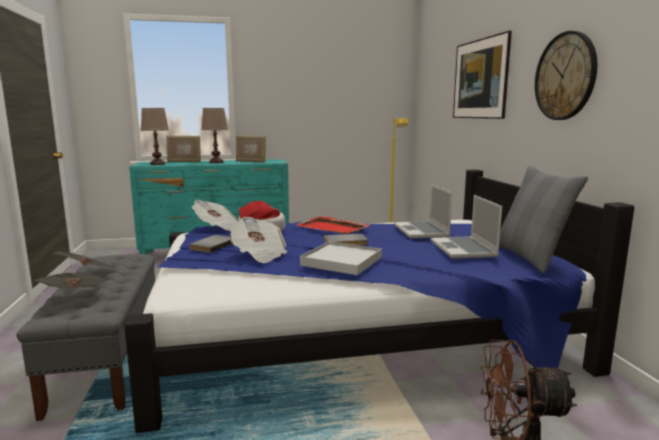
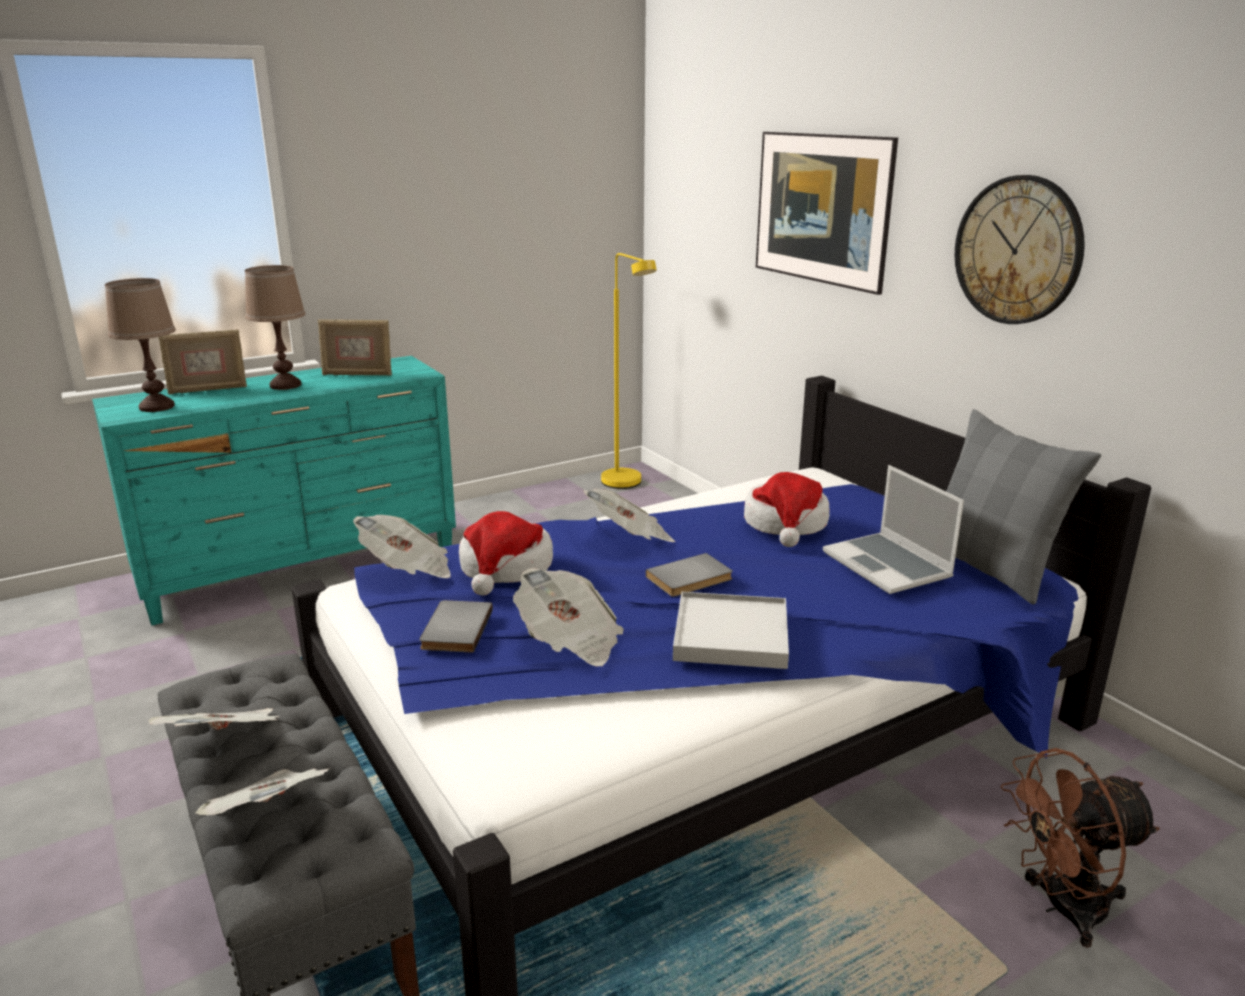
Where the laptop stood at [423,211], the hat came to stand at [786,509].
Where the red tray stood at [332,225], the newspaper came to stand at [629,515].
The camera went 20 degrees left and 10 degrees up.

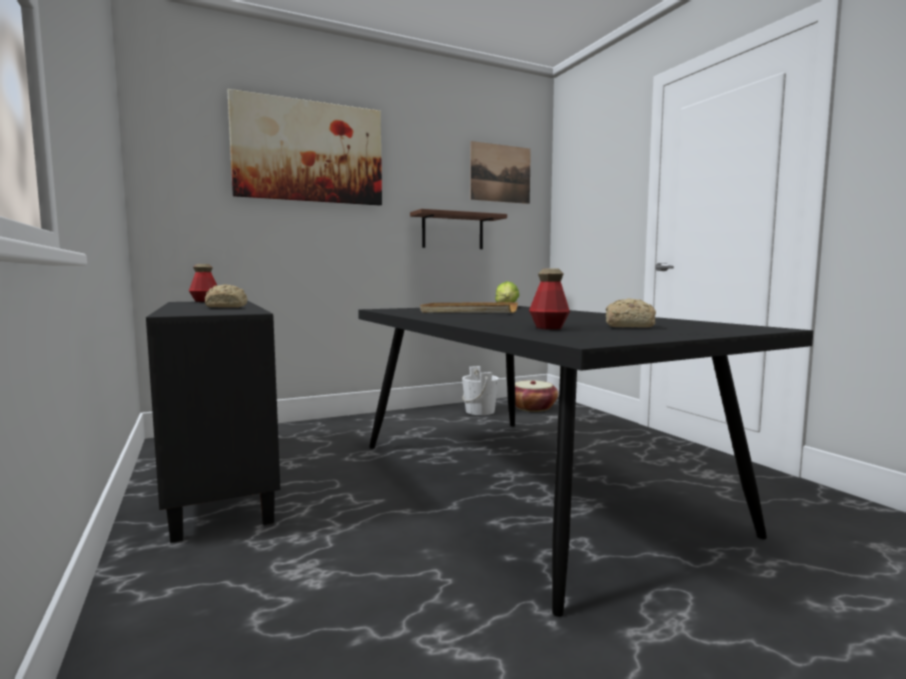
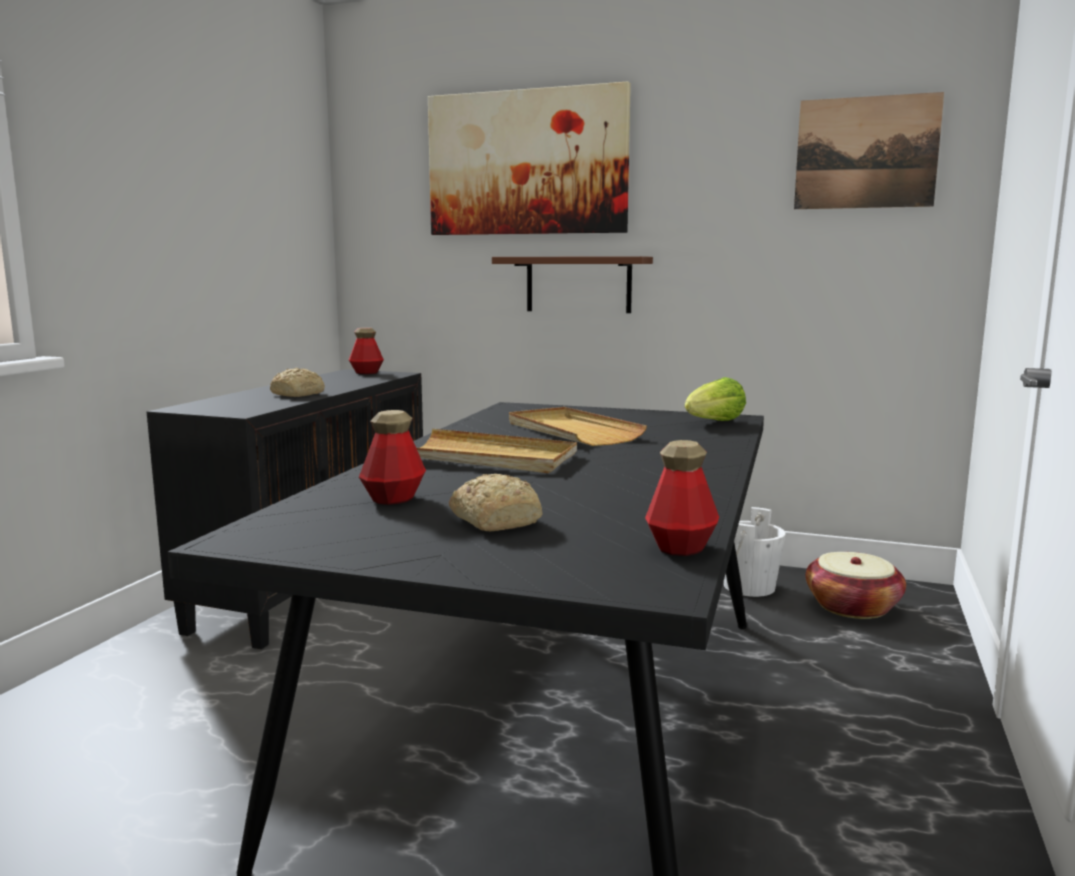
The brown shelf ended up elsewhere, having gone from [458,229] to [572,284].
The second view gained the beige tray at [497,451].
The second view gained the bottle at [682,498].
The camera went 45 degrees right and 5 degrees up.

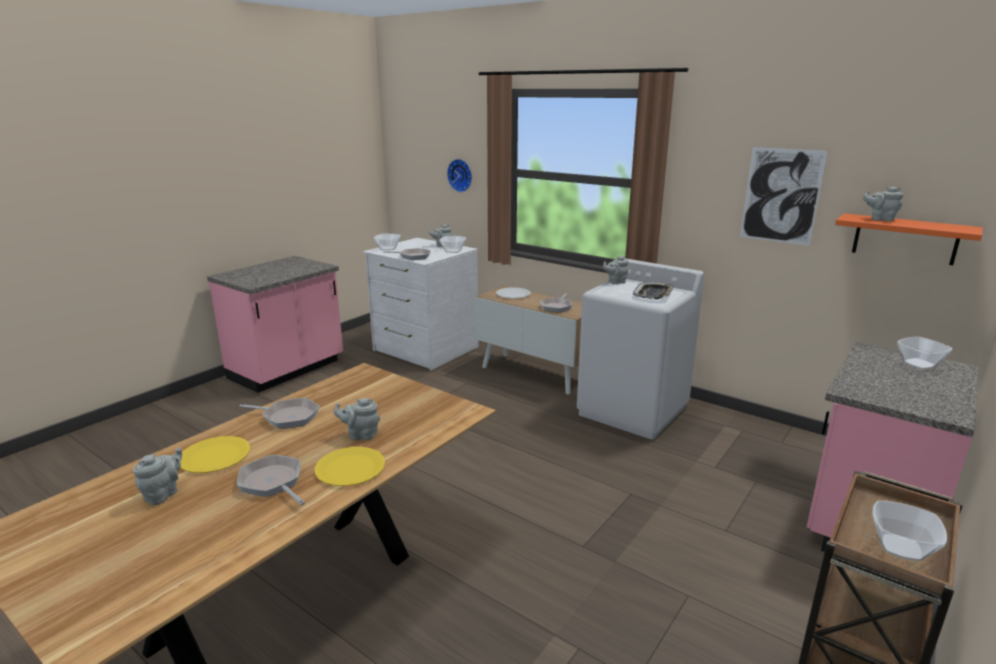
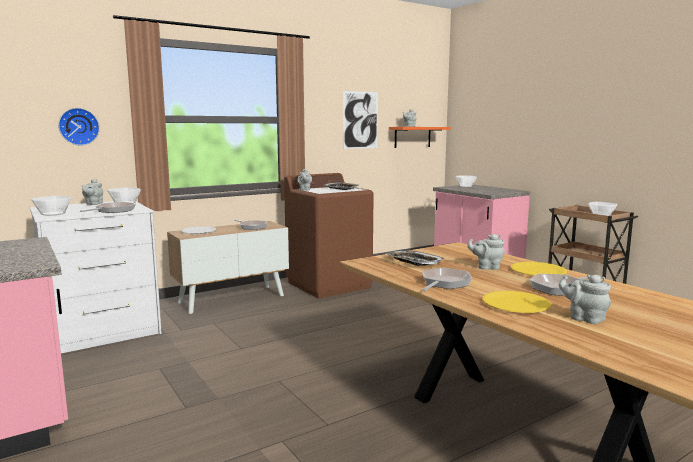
What was the white washing machine at [640,349] turned into the brown washing machine at [329,235].
The grey teapot at [357,419] ended up facing another way, 75 degrees clockwise from before.
The second view gained the tray at [415,258].
The camera went 70 degrees left and 10 degrees down.

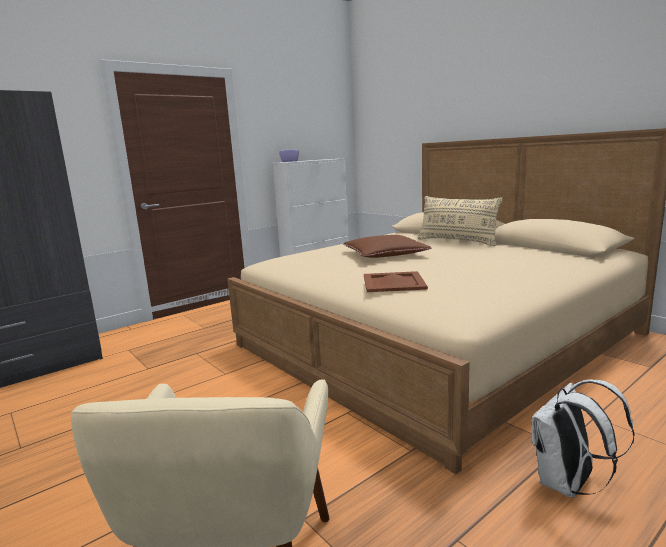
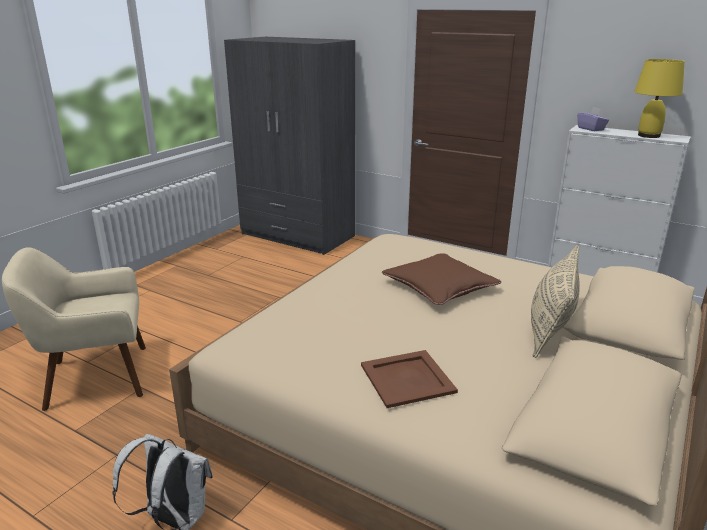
The brown tray ended up elsewhere, having gone from [396,281] to [409,379].
The second view gained the yellow table lamp at [659,98].
The camera went 70 degrees right and 10 degrees up.

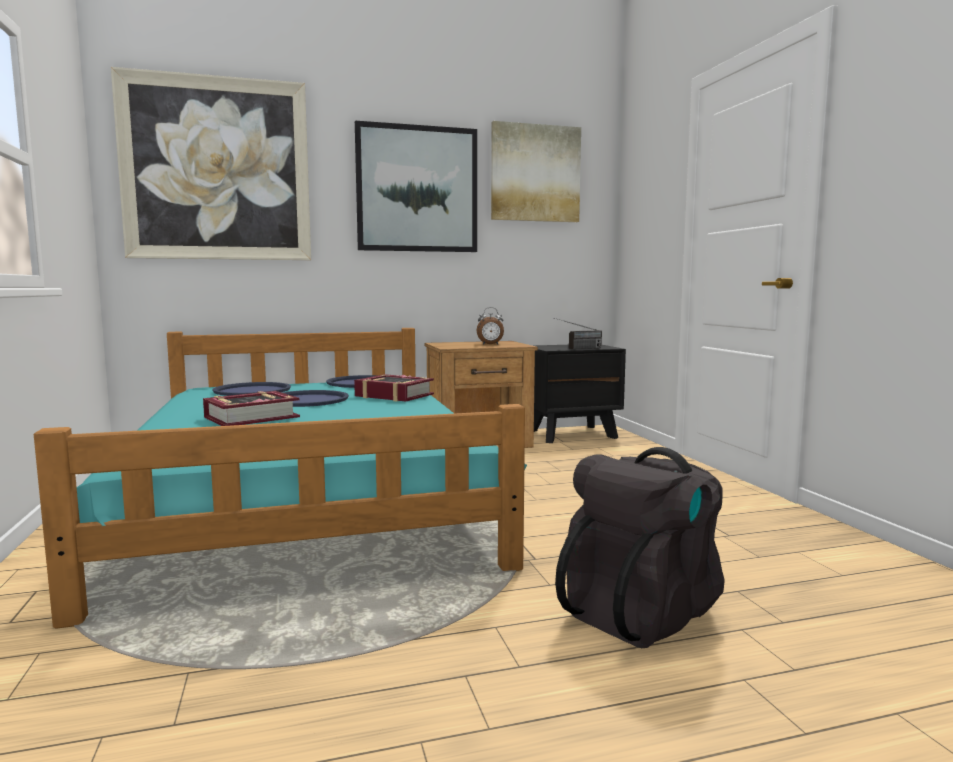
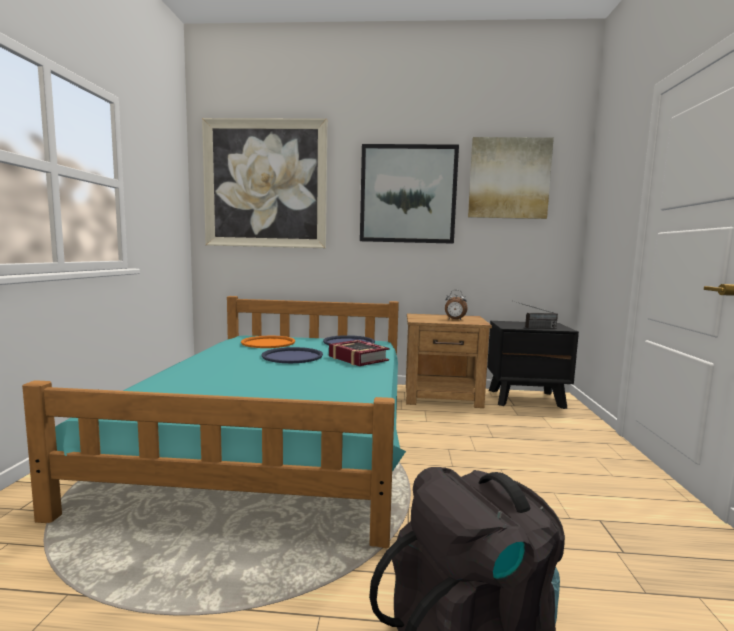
What was the blue tray at [252,389] turned into the orange tray at [268,342].
The second view lost the book at [251,408].
The camera went 20 degrees right and 0 degrees up.

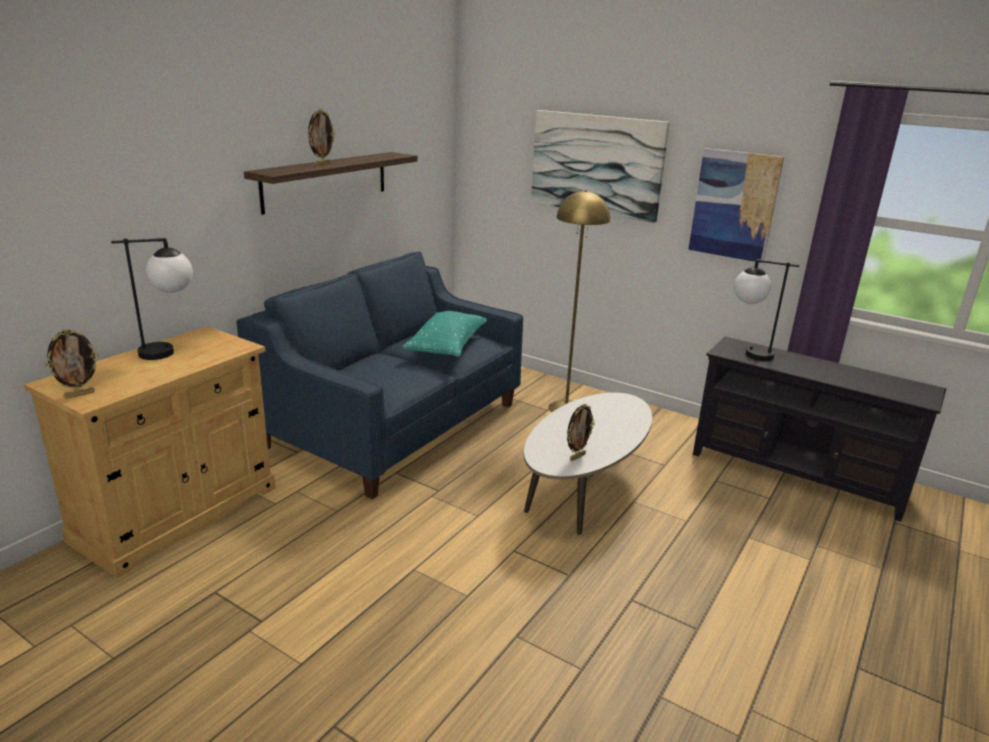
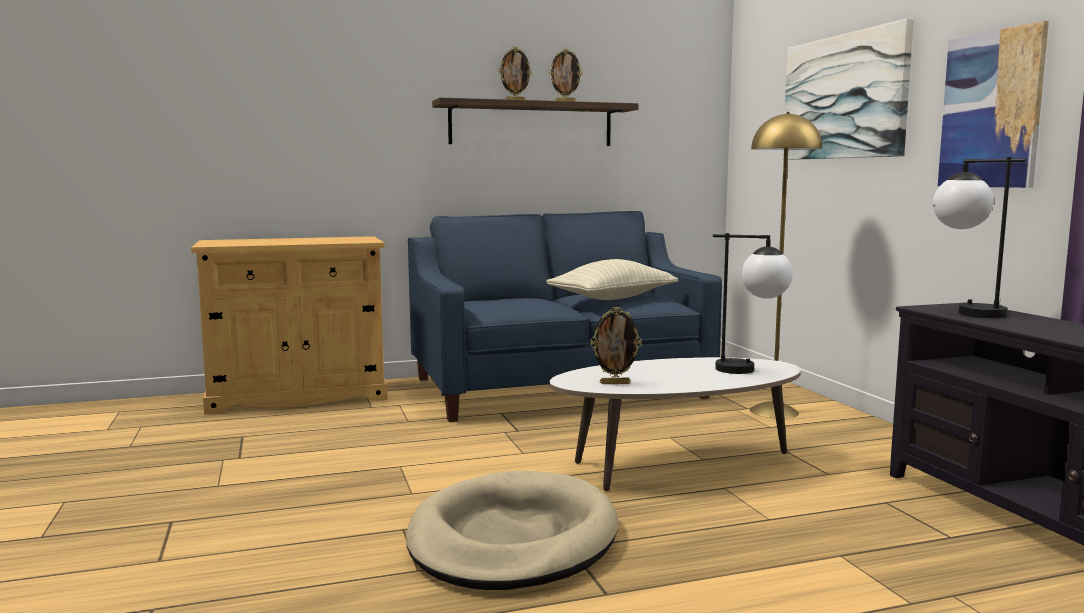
The table lamp ended up elsewhere, having gone from [152,299] to [753,303].
What was the turquoise pillow at [444,334] turned into the beige pillow at [612,279].
The picture frame ended up elsewhere, having gone from [72,363] to [566,74].
The second view gained the beige dog bed at [512,530].
The camera went 40 degrees right and 15 degrees down.

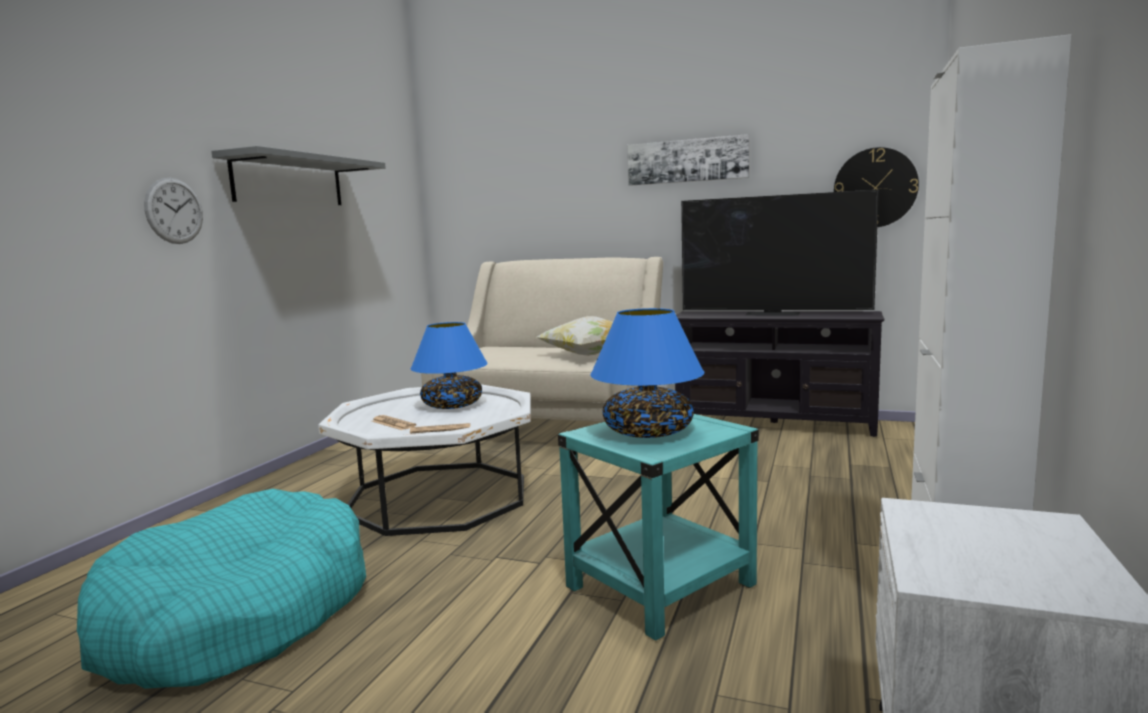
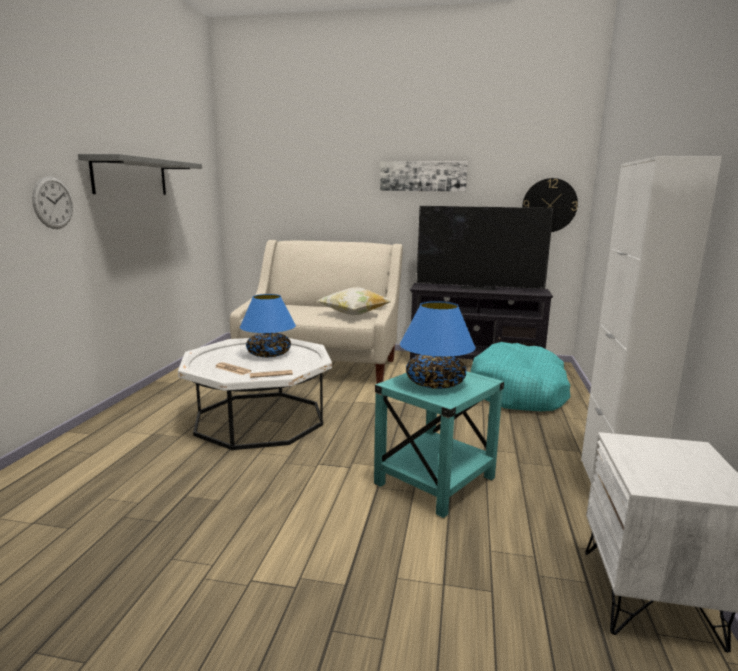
The turquoise dog bed ended up elsewhere, having gone from [221,589] to [521,376].
The camera went 10 degrees left and 5 degrees up.

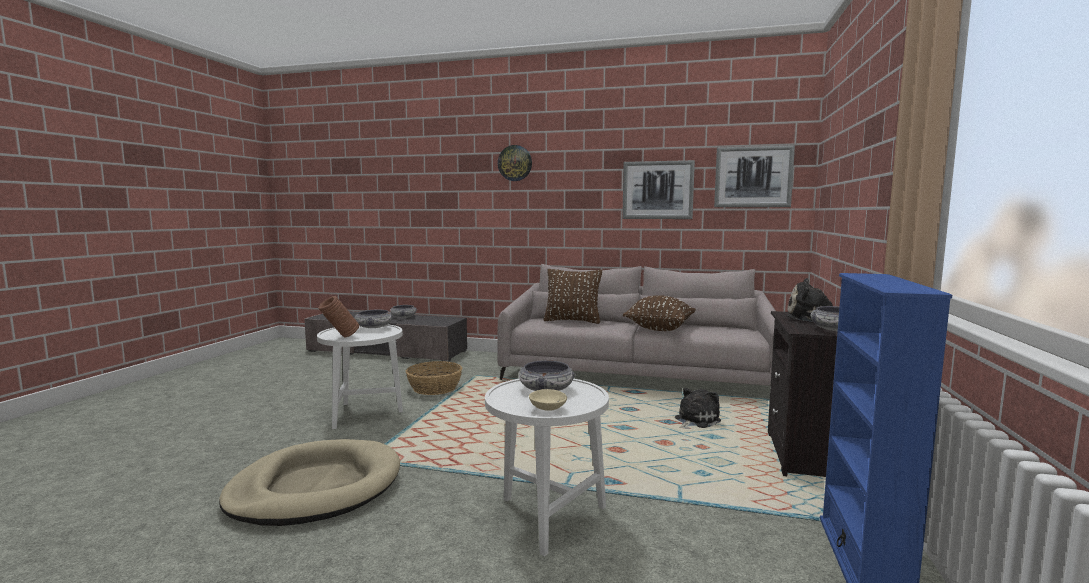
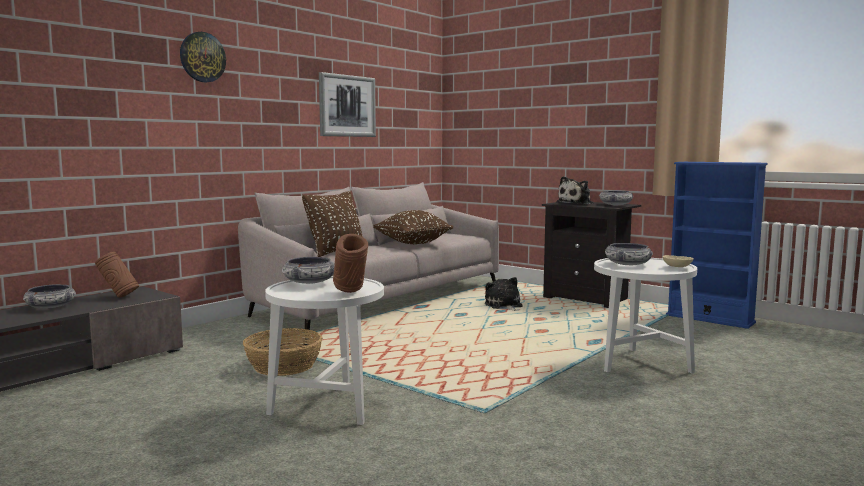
The second view lost the picture at [754,176].
The second view lost the beige dog bed at [309,482].
The second view gained the brown vase at [117,275].
The camera went 65 degrees left and 0 degrees up.

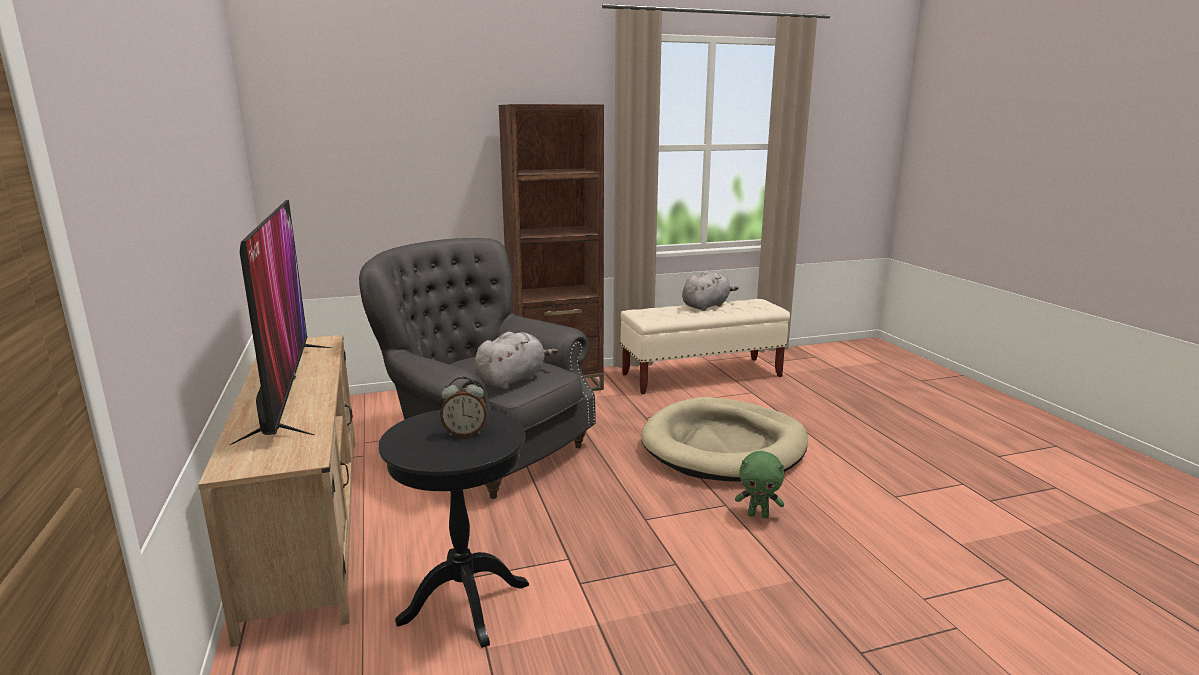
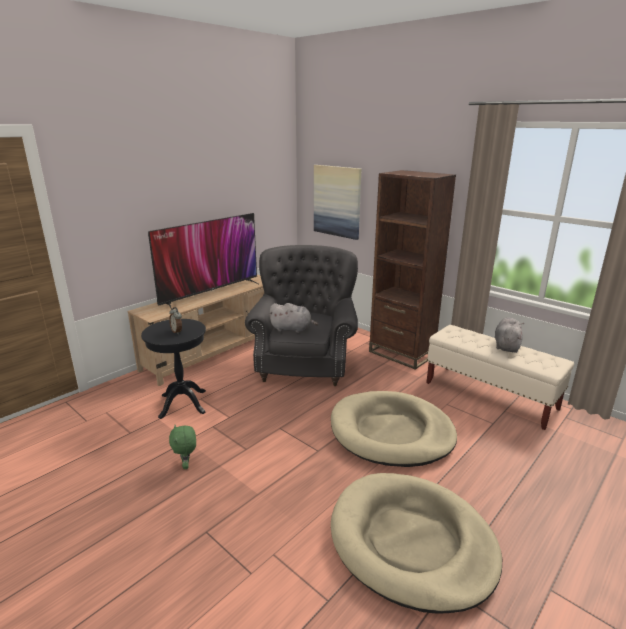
The grey plush toy at [710,290] ended up facing another way, 90 degrees counterclockwise from before.
The green plush toy ended up elsewhere, having gone from [759,484] to [182,447].
The second view gained the picture at [337,202].
The second view gained the beige dog bed at [416,543].
The camera went 60 degrees right and 5 degrees up.

